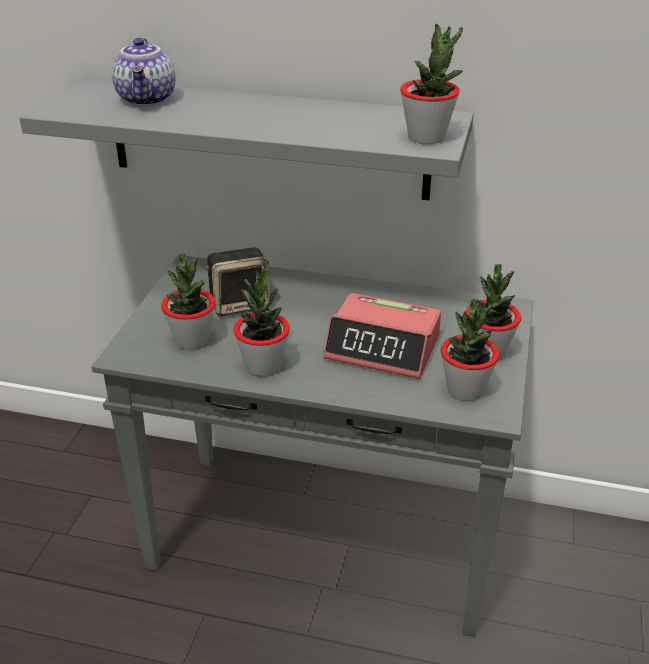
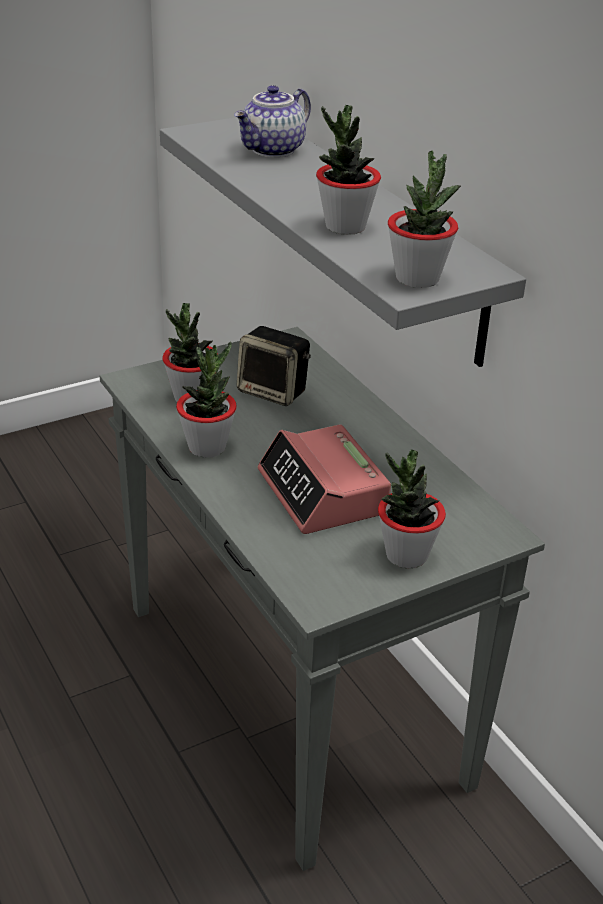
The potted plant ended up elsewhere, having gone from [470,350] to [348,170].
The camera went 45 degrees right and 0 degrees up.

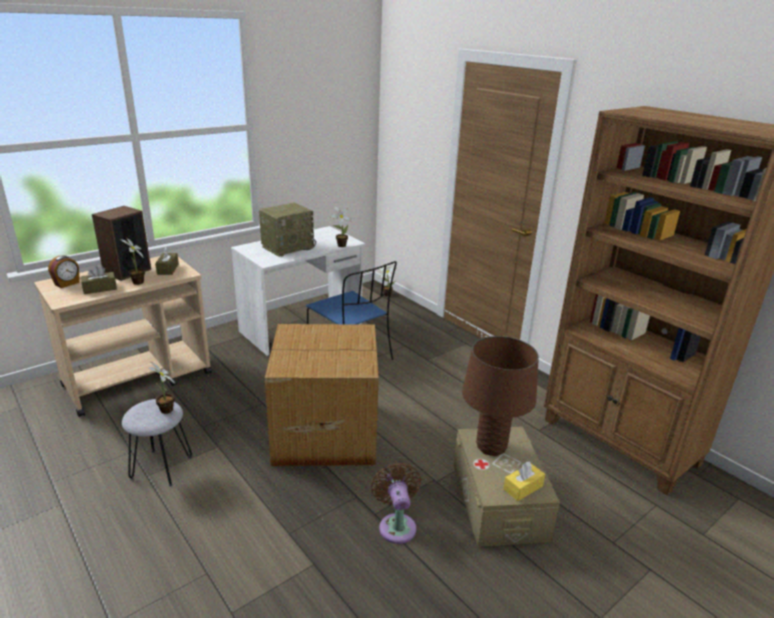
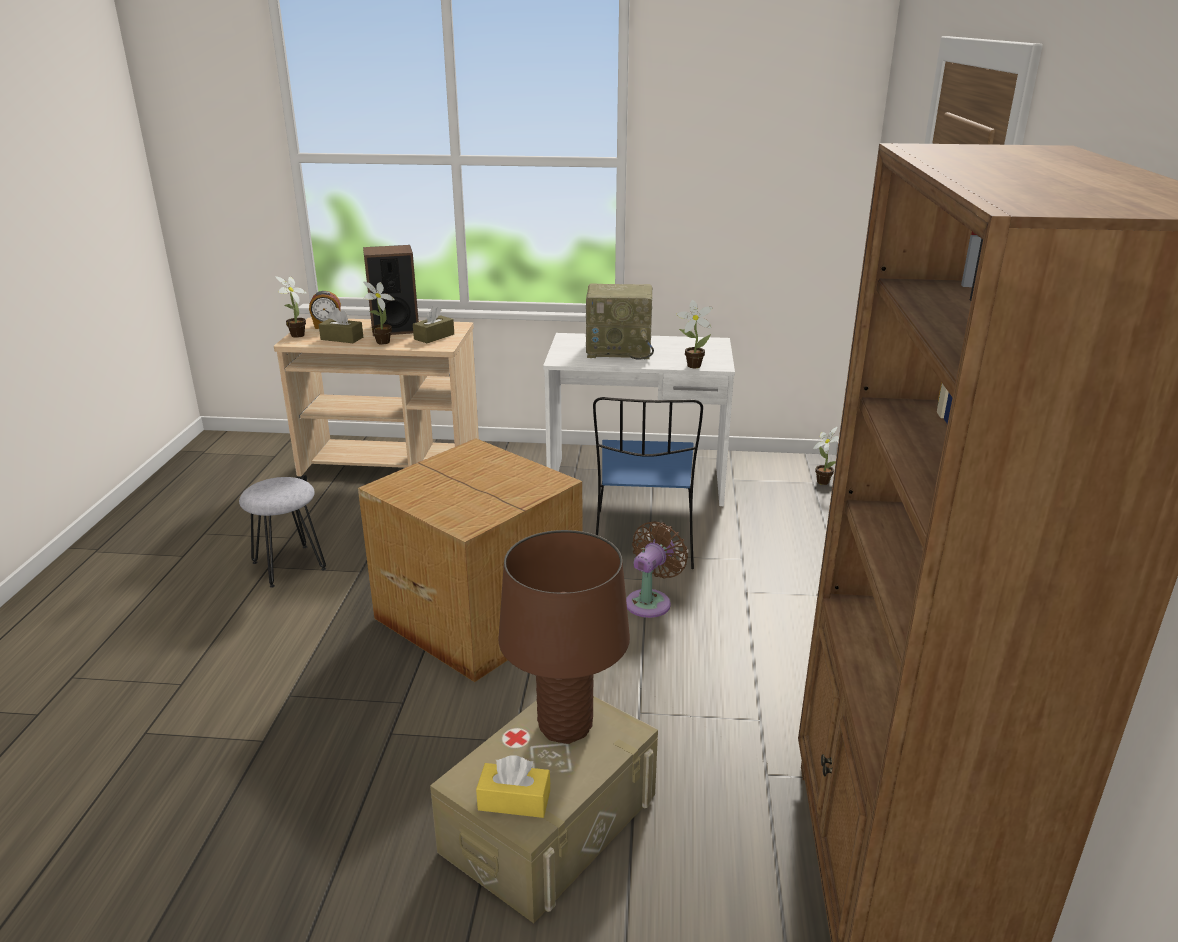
The potted plant ended up elsewhere, having gone from [162,388] to [291,307].
The brown fan ended up elsewhere, having gone from [396,503] to [657,569].
The camera went 45 degrees right and 0 degrees up.

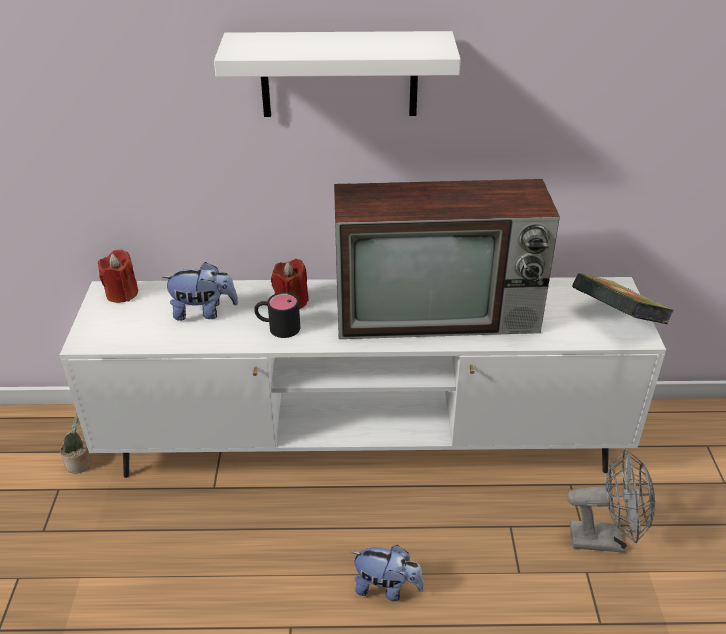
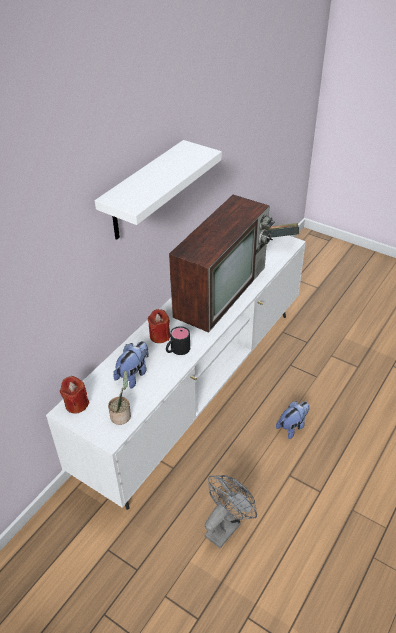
The potted plant ended up elsewhere, having gone from [76,443] to [119,398].
The grey fan ended up elsewhere, having gone from [611,501] to [231,512].
The camera went 55 degrees left and 5 degrees up.

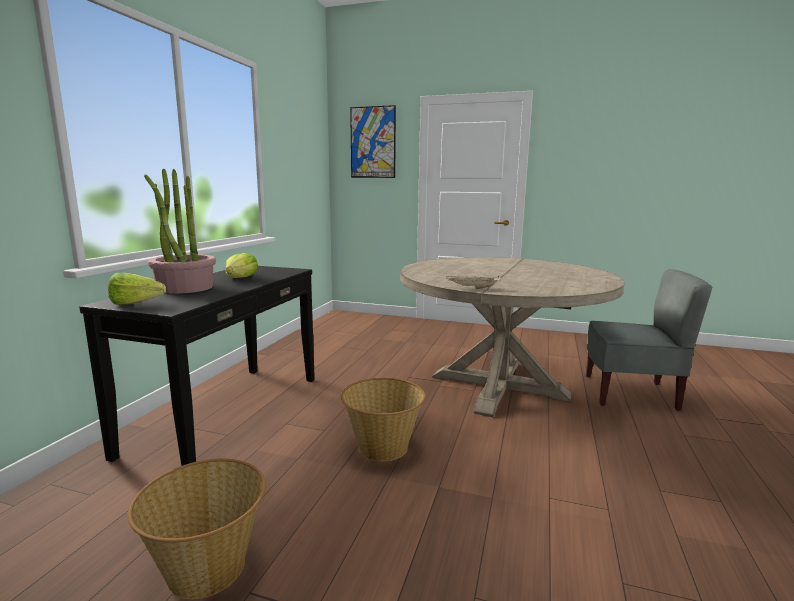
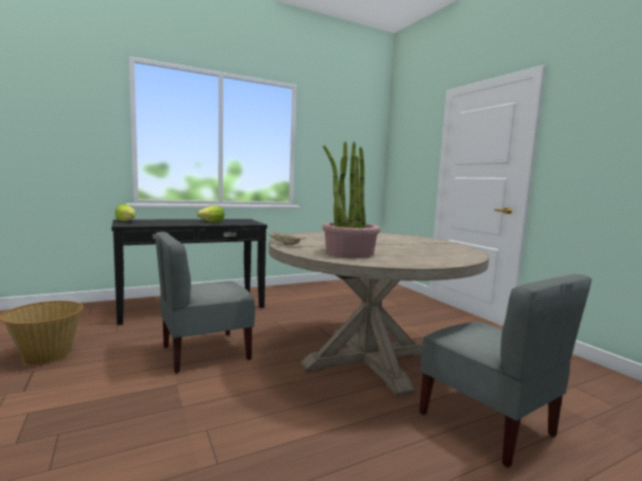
The second view lost the picture at [373,141].
The potted plant ended up elsewhere, having gone from [180,231] to [351,199].
Where the basket stood at [383,420], the grey chair came to stand at [205,302].
The camera went 45 degrees right and 5 degrees down.

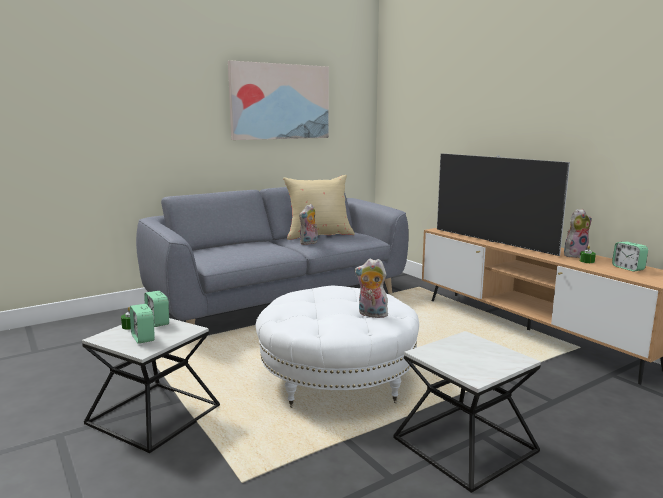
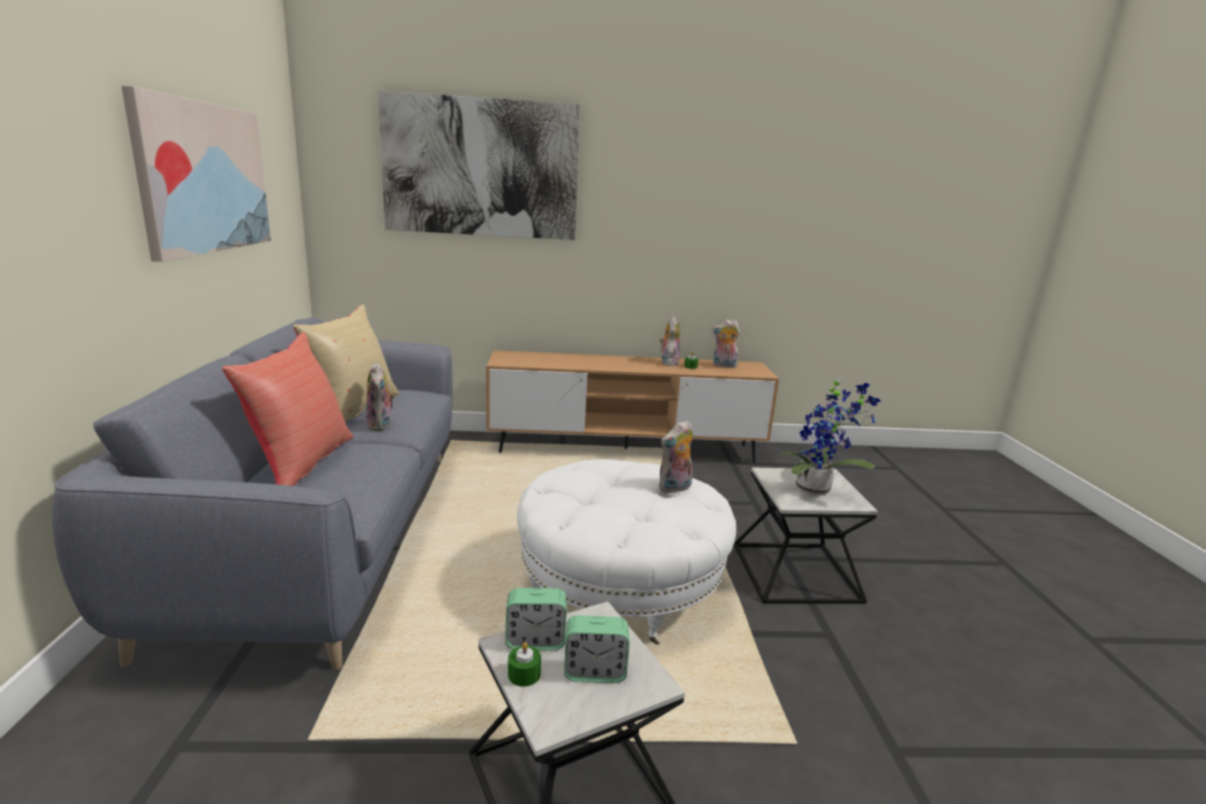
The second view lost the television at [503,204].
Where the alarm clock stood at [630,257], the plush toy came to stand at [726,344].
The second view gained the picture at [479,165].
The second view gained the red pillow at [288,409].
The second view gained the potted plant at [830,437].
The camera went 60 degrees left and 5 degrees up.

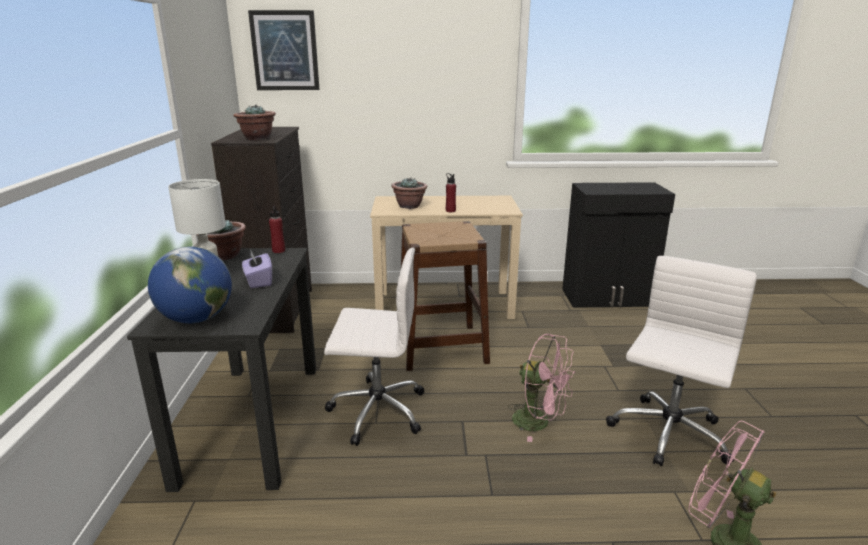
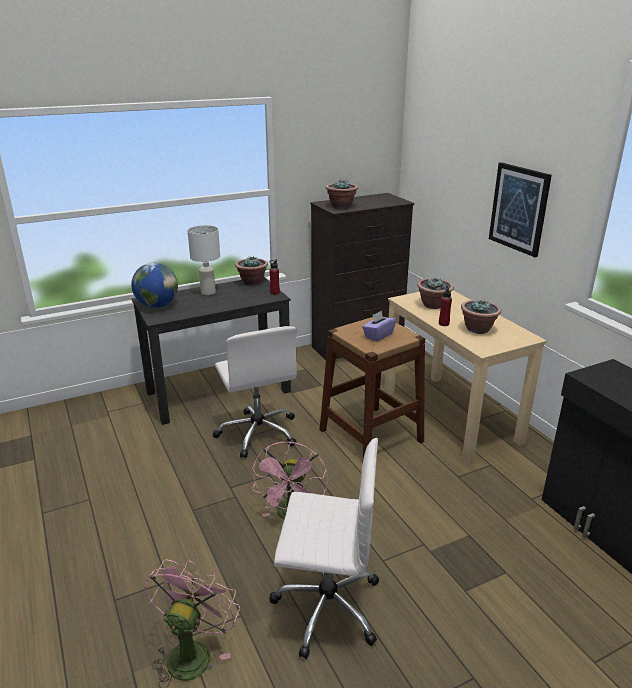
The picture ended up elsewhere, having gone from [284,50] to [520,209].
The purple tissue box ended up elsewhere, having gone from [257,268] to [379,326].
The second view gained the potted plant at [481,316].
The camera went 65 degrees right and 5 degrees up.

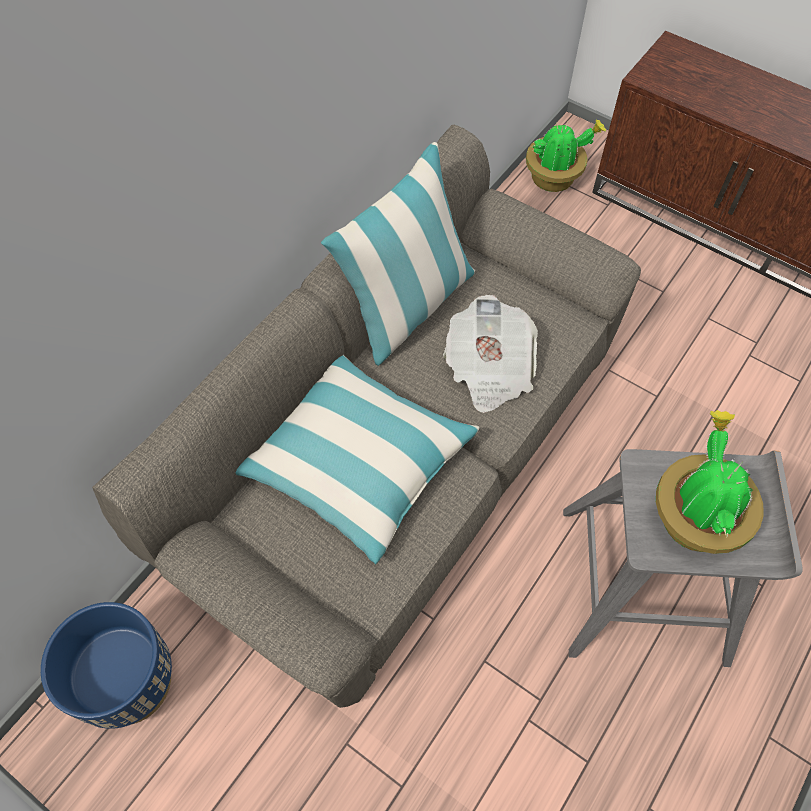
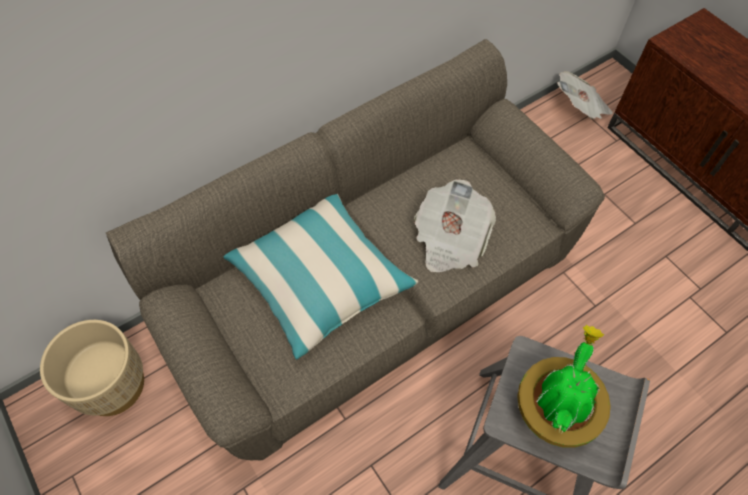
Where the potted plant stood at [566,155], the newspaper came to stand at [585,95].
The second view lost the pillow at [398,254].
What was the blue planter at [106,665] turned into the beige planter at [92,368].
The camera went 20 degrees right and 0 degrees up.

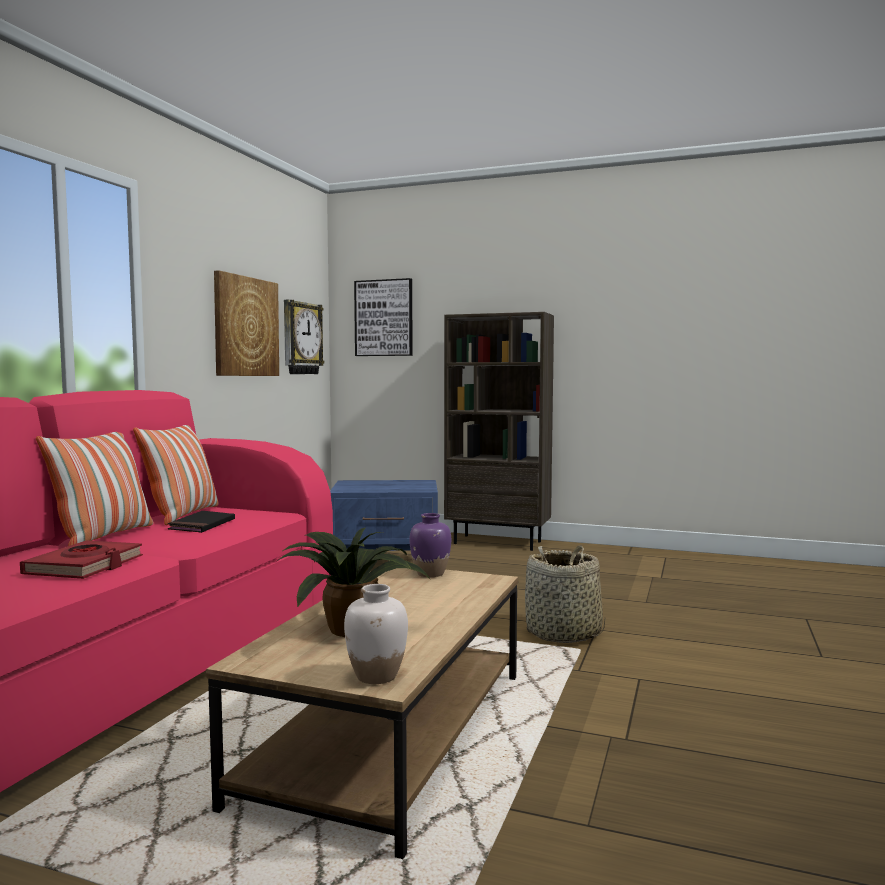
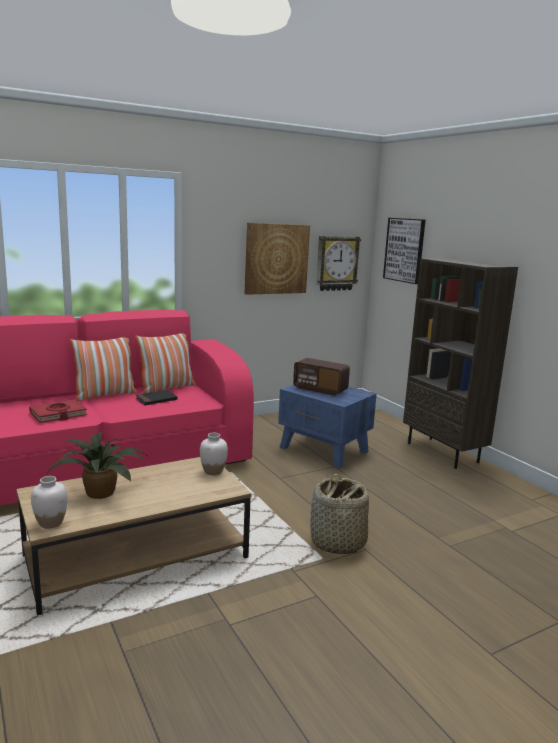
What was the purple vase at [430,545] turned into the white vase at [214,454].
The second view gained the radio at [321,377].
The camera went 40 degrees right and 10 degrees up.

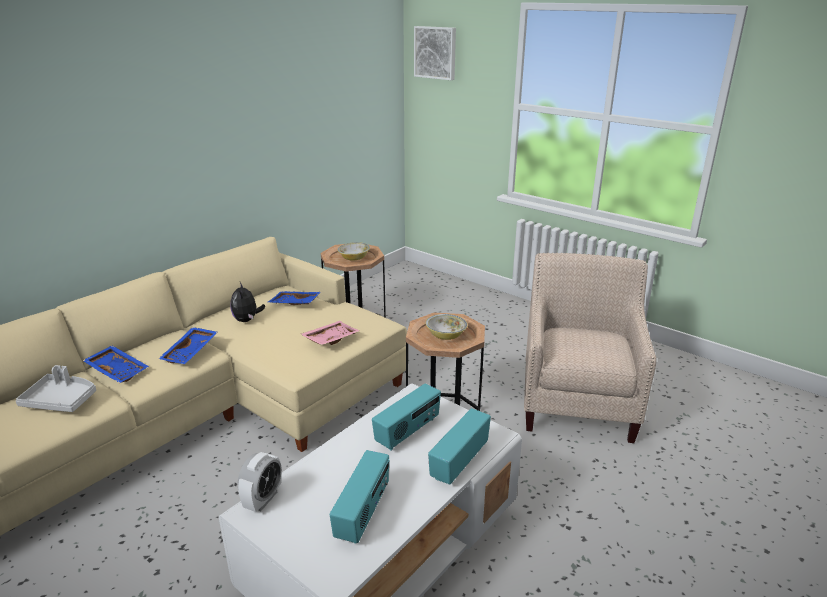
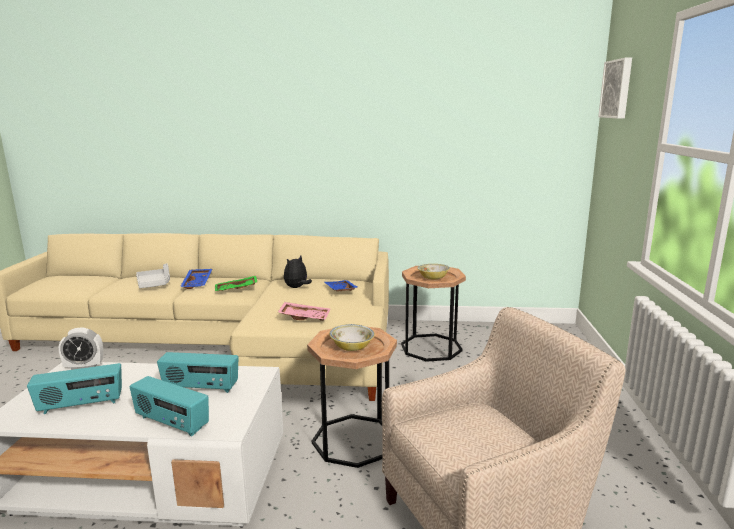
What was the blue tray at [188,345] turned into the green tray at [236,283].
The radio at [459,446] ended up facing another way, 150 degrees counterclockwise from before.
The camera went 55 degrees right and 10 degrees down.

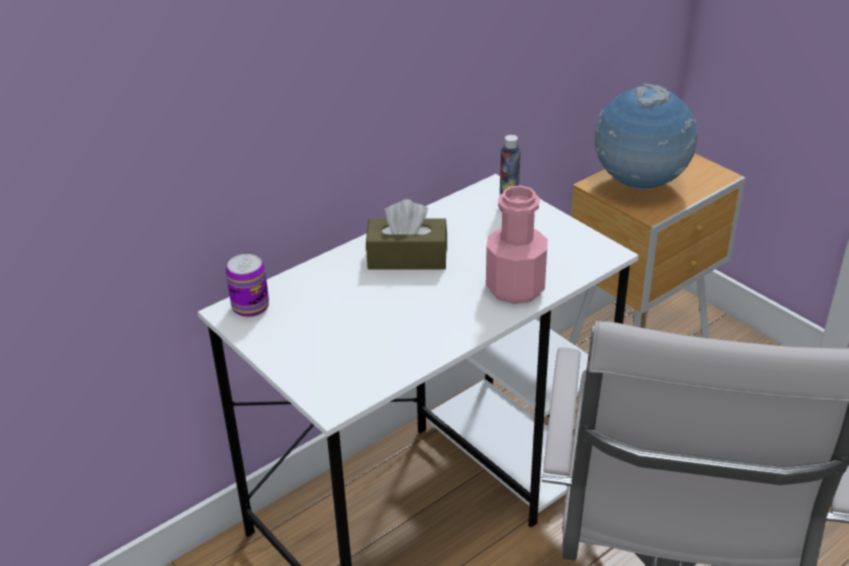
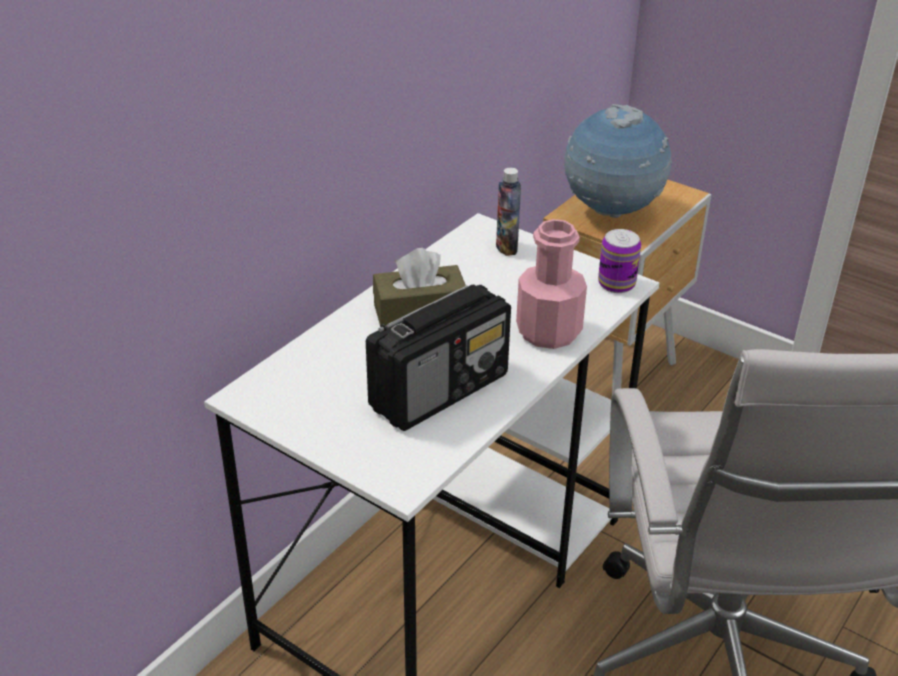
The can ended up elsewhere, having gone from [247,285] to [619,261].
The second view gained the radio at [438,357].
The camera went 15 degrees left and 0 degrees up.

